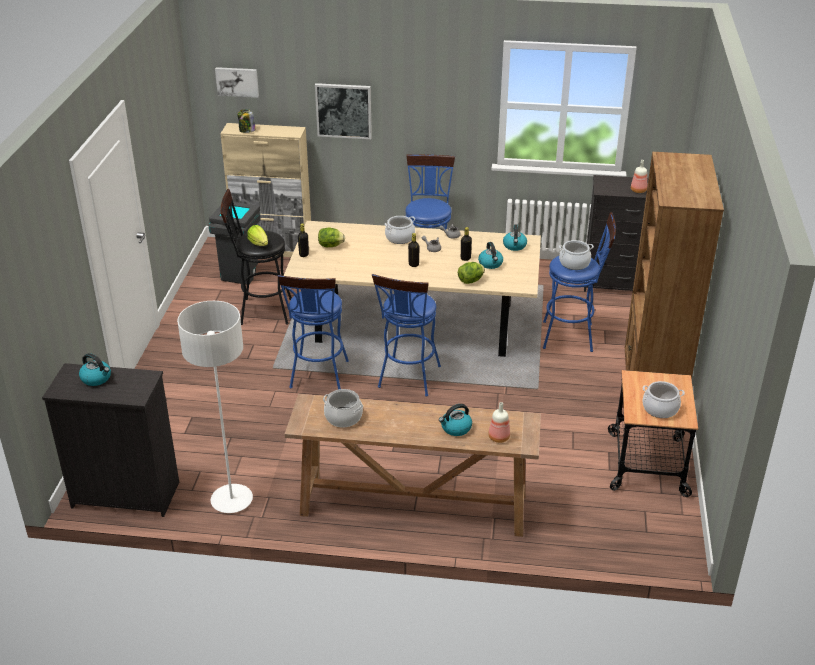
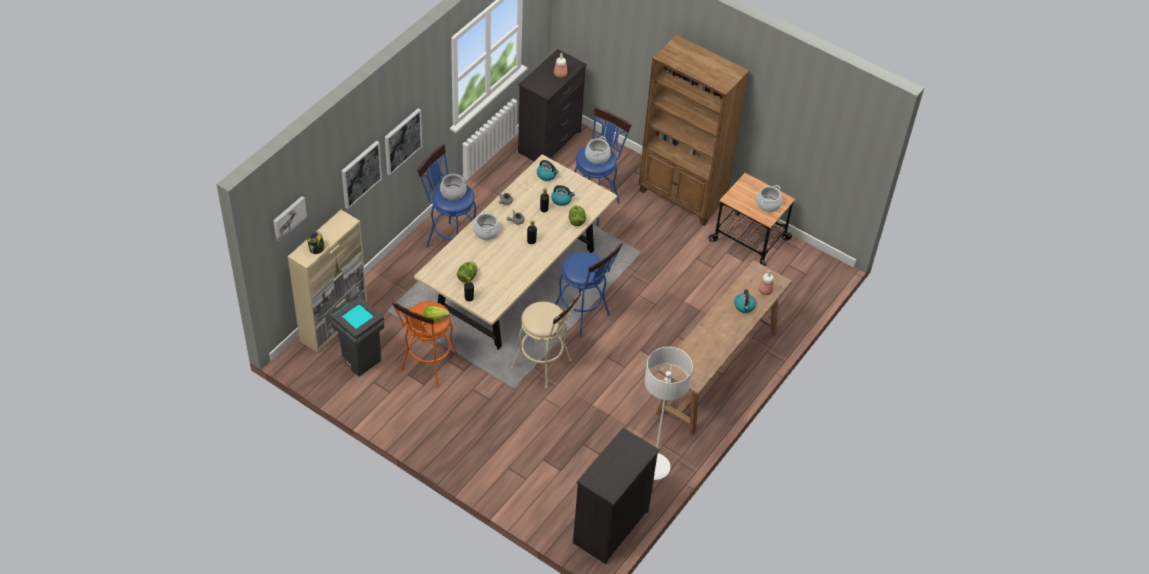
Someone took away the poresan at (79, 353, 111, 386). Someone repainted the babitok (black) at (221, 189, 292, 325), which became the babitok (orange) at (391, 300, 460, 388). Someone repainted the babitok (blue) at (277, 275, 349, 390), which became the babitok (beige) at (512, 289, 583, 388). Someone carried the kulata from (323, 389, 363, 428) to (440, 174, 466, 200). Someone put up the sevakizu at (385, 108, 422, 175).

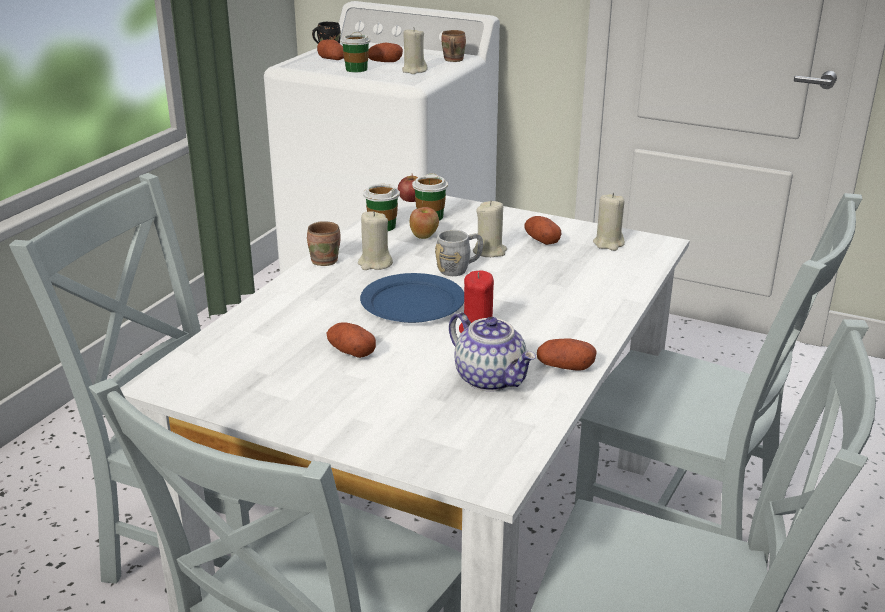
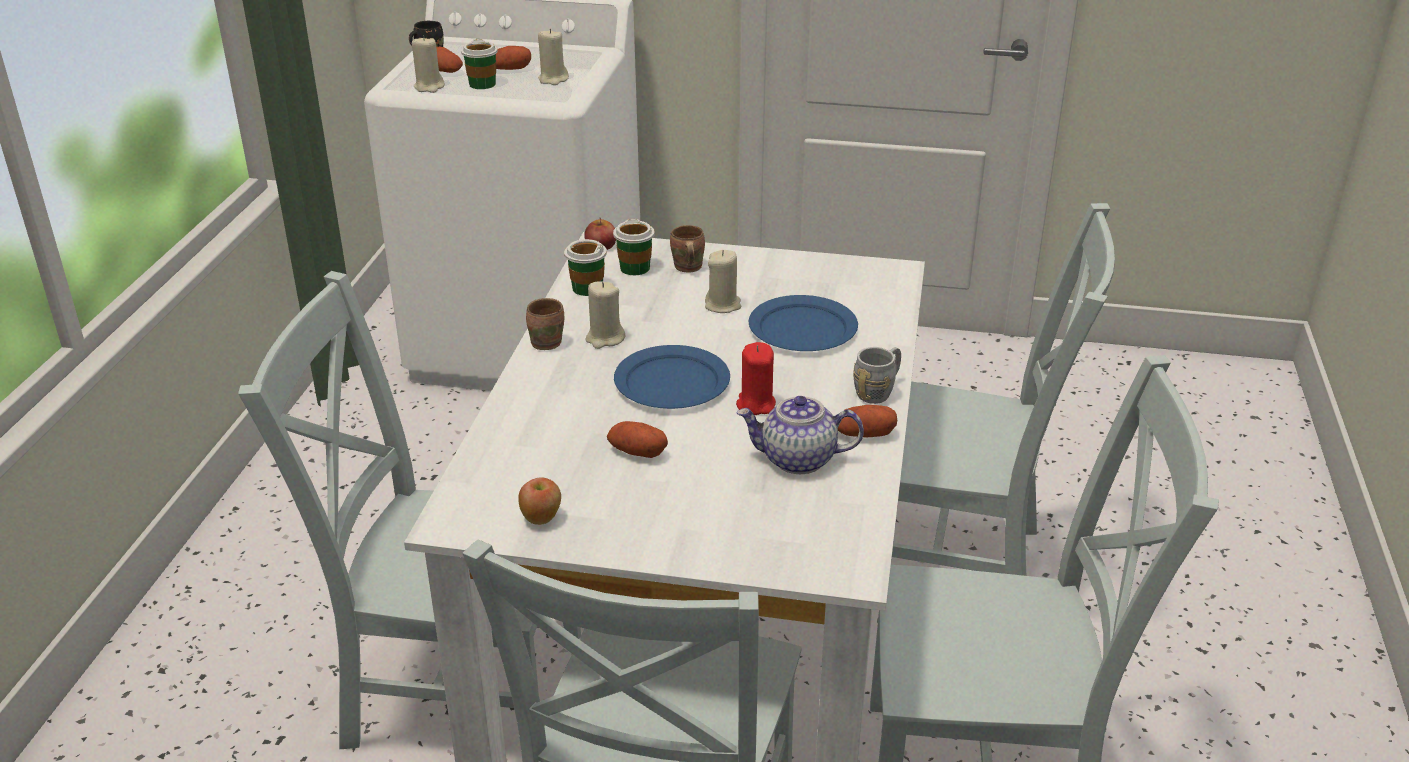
Someone carried the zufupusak from (410, 207, 439, 239) to (518, 477, 561, 525). Someone carried the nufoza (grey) from (435, 230, 483, 276) to (853, 347, 901, 404). Someone carried the nufoza (brown) from (442, 30, 466, 62) to (670, 225, 705, 273). Someone rotated the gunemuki at (449, 312, 536, 392) by 150 degrees clockwise. Someone took away the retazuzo at (524, 216, 561, 245). Someone carried the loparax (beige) from (593, 193, 625, 251) to (412, 35, 445, 93). Someone put down the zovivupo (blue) at (749, 295, 858, 351).

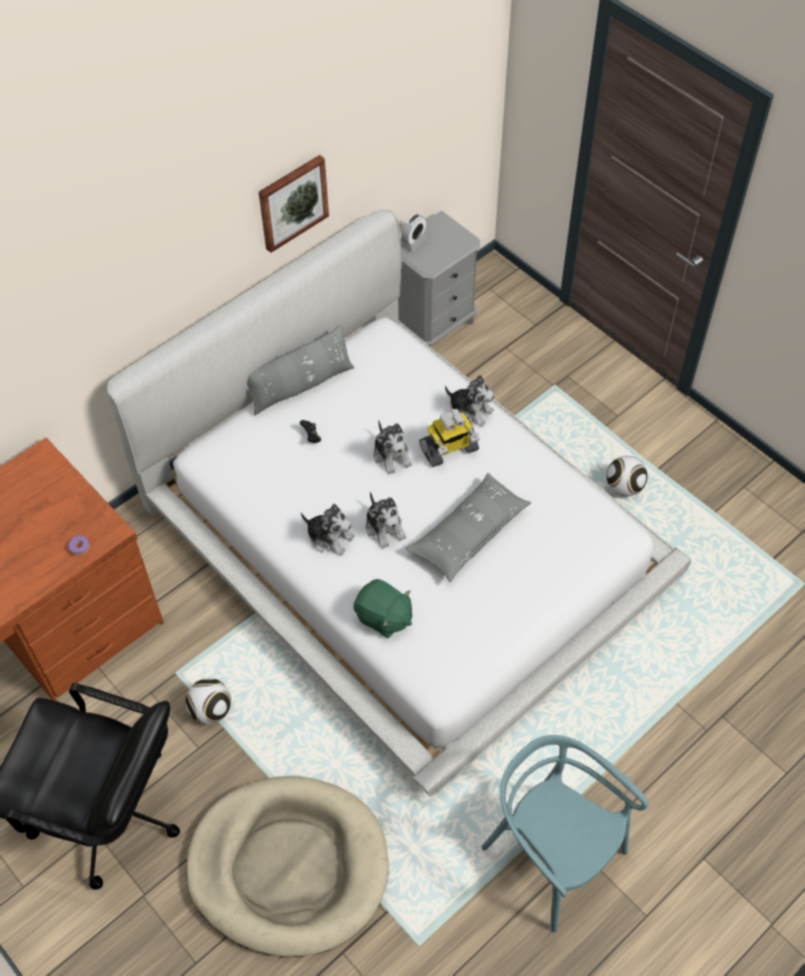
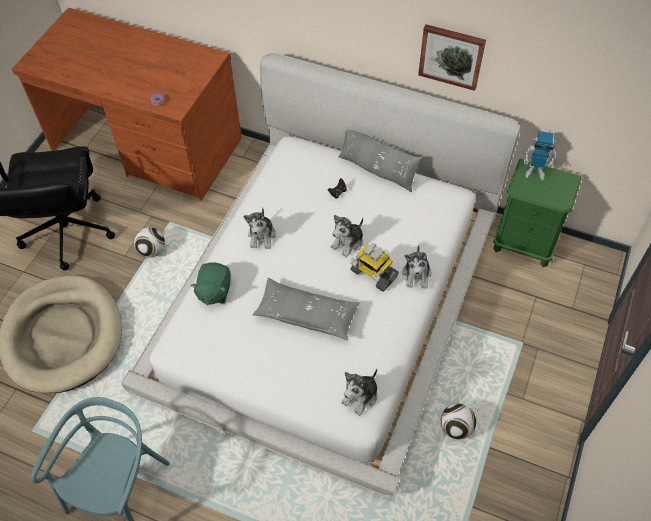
Someone carried the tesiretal from (365, 492, 406, 549) to (341, 369, 378, 416). Someone repainted the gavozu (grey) at (398, 211, 480, 347), which became the gavozu (green) at (493, 159, 582, 267). Someone swapped the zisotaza at (401, 214, 427, 252) for the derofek at (523, 131, 556, 181).

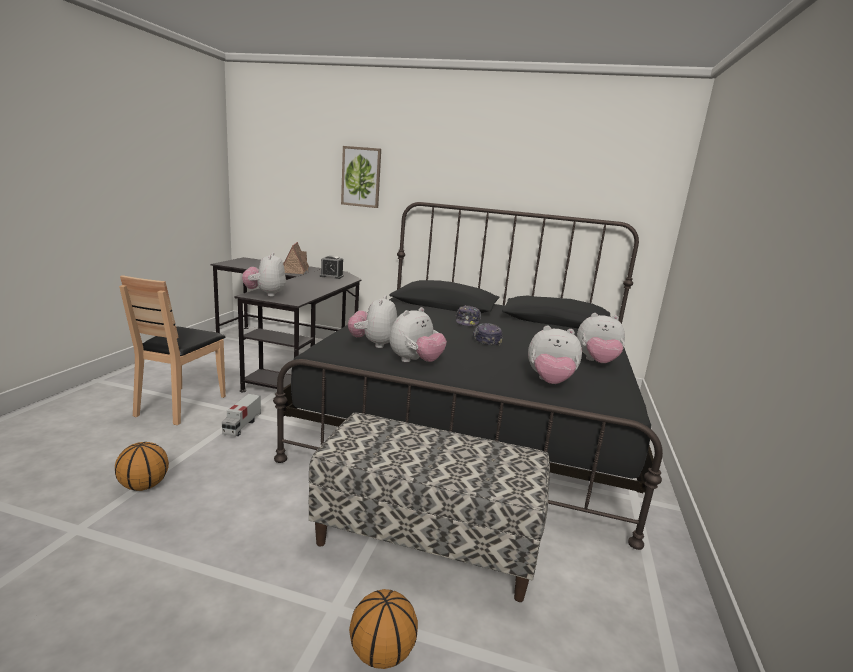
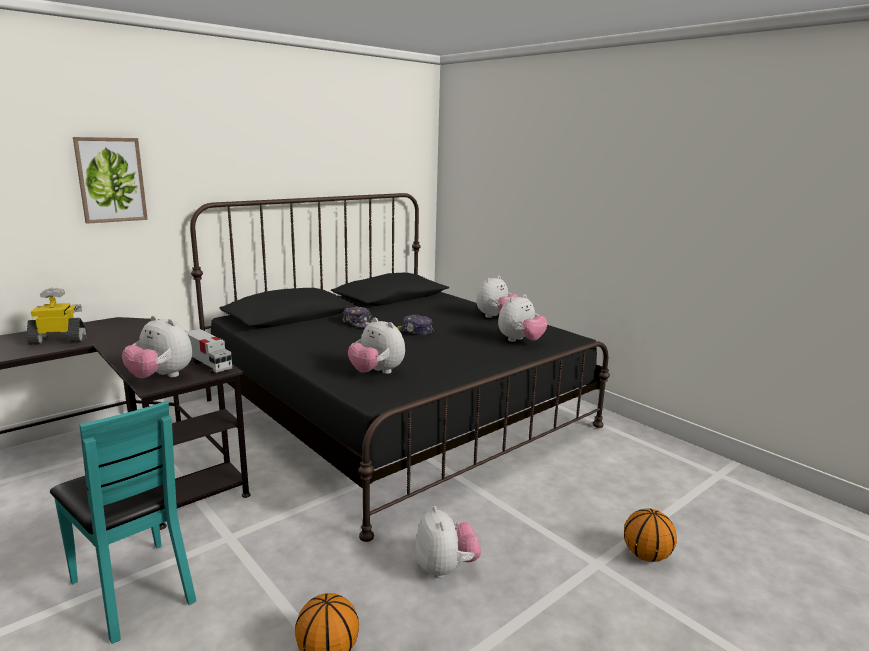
Someone repainted the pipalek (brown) at (119, 275, 226, 425), which became the pipalek (turquoise) at (50, 401, 197, 644). Someone carried the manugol from (222, 394, 261, 437) to (186, 329, 232, 374). Someone swapped the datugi at (283, 242, 309, 274) for the derofek at (27, 287, 87, 345). Someone took away the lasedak at (309, 412, 550, 602). Someone took away the zisotaza at (320, 256, 344, 279). Someone carried the tesiretal from (390, 307, 447, 362) to (415, 506, 481, 578).

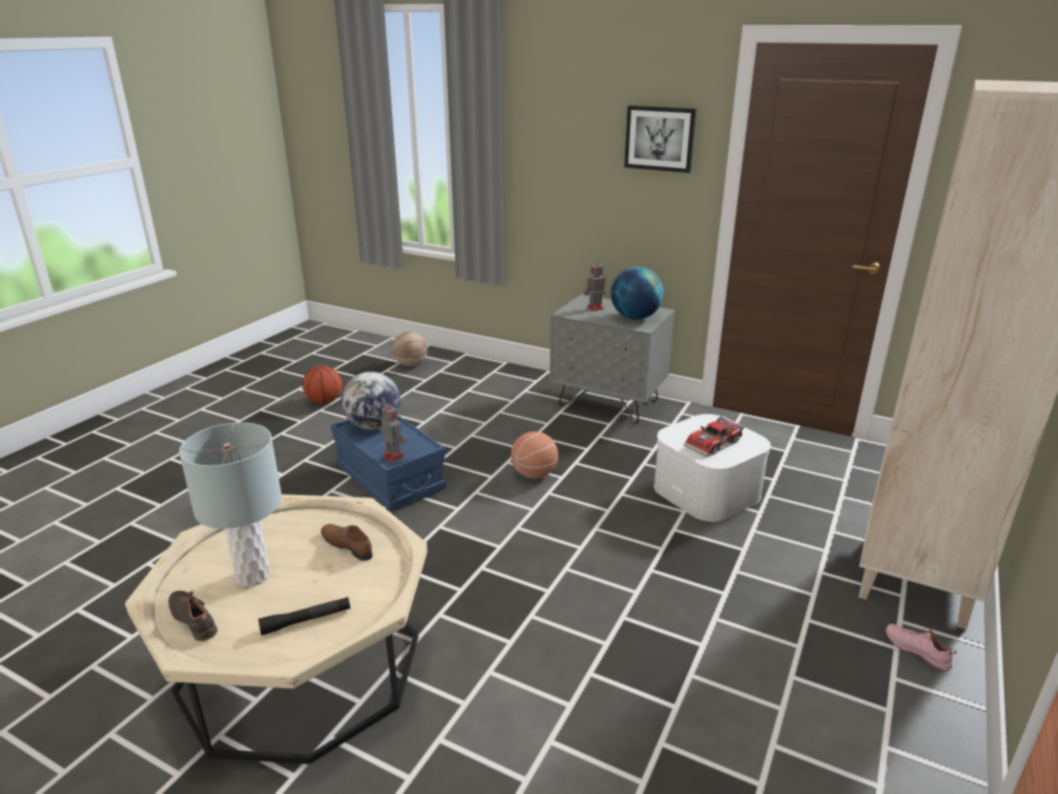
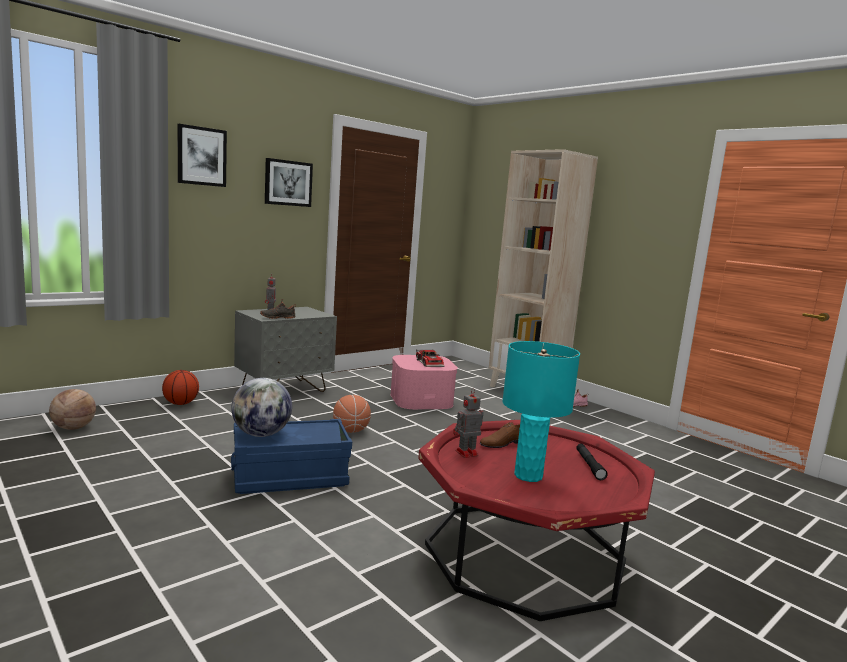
Someone repainted the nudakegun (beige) at (125, 494, 427, 764), which became the nudakegun (red) at (418, 420, 655, 621). Someone carried the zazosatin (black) from (168, 591, 218, 641) to (260, 302, 296, 319). Someone repainted the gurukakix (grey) at (179, 422, 282, 586), which became the gurukakix (turquoise) at (502, 341, 580, 482). Someone carried the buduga from (302, 365, 342, 404) to (162, 370, 199, 405). Someone carried the derofek from (379, 401, 406, 462) to (453, 388, 483, 458). Someone took away the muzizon at (611, 266, 664, 320). Someone repainted the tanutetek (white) at (654, 414, 771, 522), which became the tanutetek (pink) at (390, 355, 458, 409). Someone put up the sevakizu at (178, 124, 227, 187).

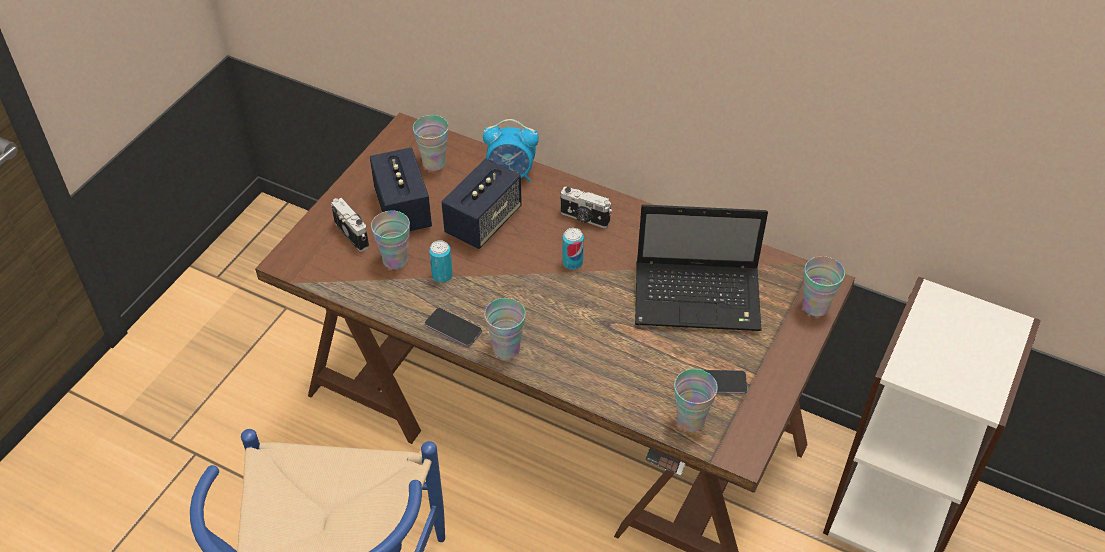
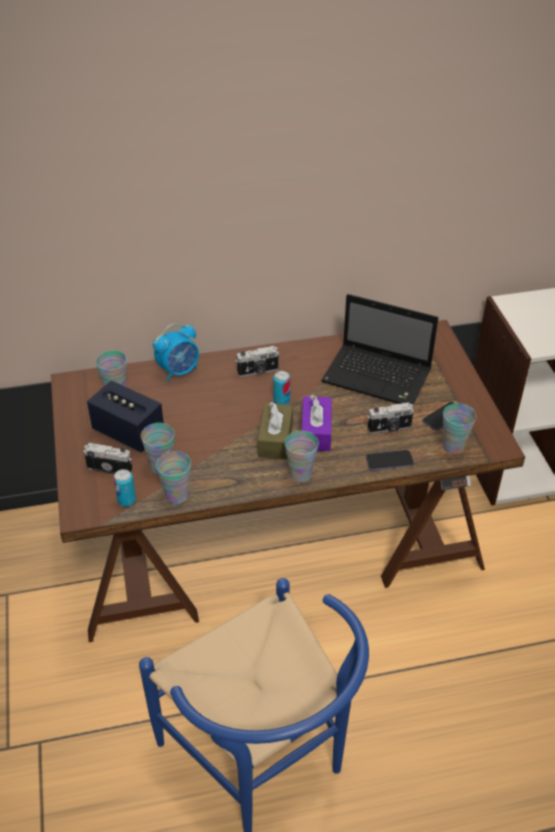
Someone carried the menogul from (425, 308, 482, 347) to (366, 450, 414, 471). Someone carried the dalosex from (429, 240, 453, 283) to (114, 469, 136, 507). Someone took away the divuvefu at (441, 159, 522, 249). Someone rotated the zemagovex at (635, 205, 768, 331) by 60 degrees clockwise. Someone carried the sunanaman from (803, 256, 845, 316) to (156, 451, 191, 504). Someone put down the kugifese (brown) at (258, 402, 293, 460). Someone put down the kugifese (purple) at (302, 395, 332, 451). Someone put down the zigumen at (367, 403, 414, 434).

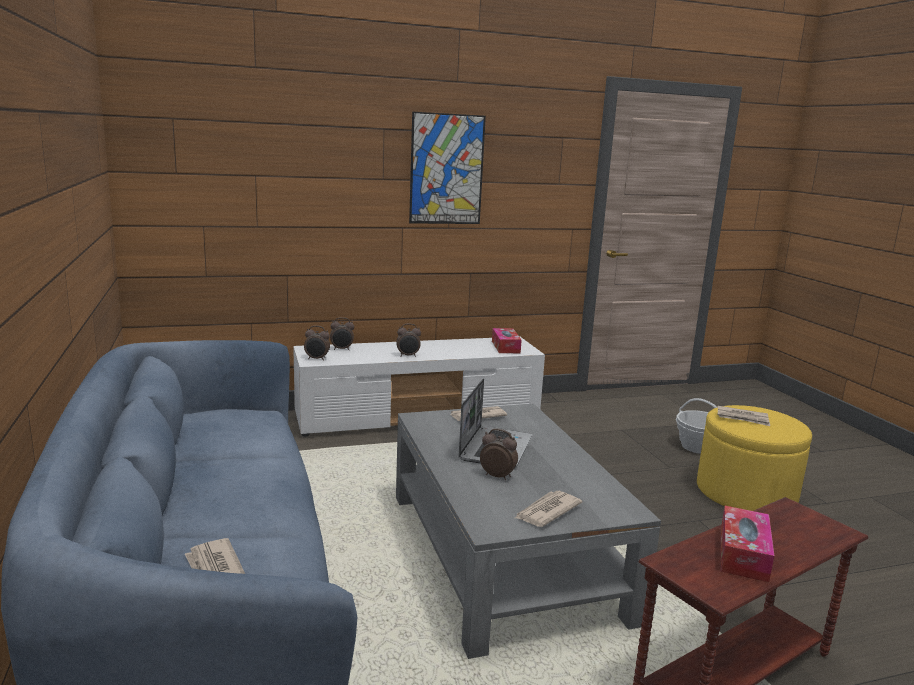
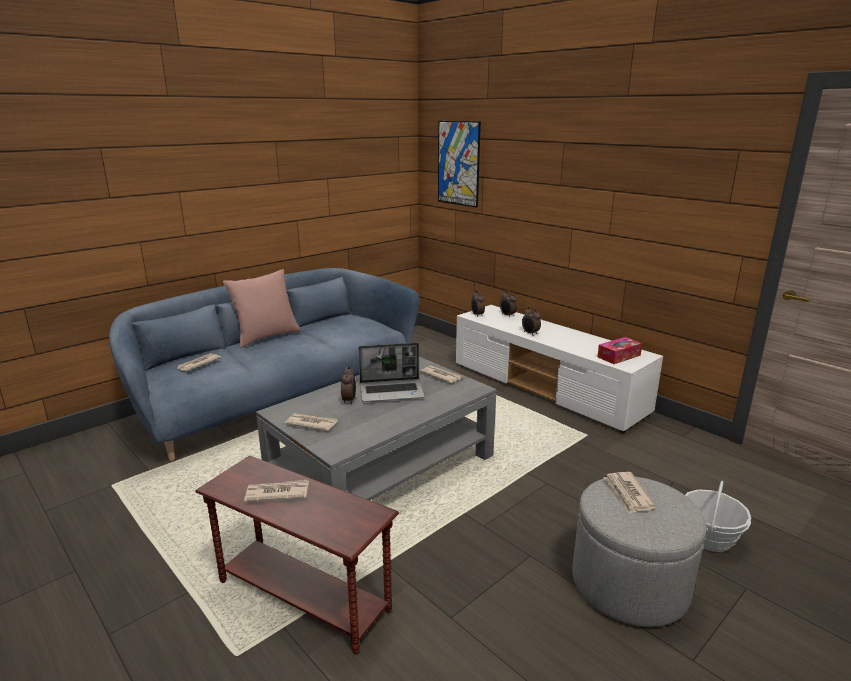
Someone carried the sevakizu from (409, 112, 486, 224) to (438, 121, 481, 208). Someone repainted the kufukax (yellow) at (697, 405, 812, 511), which became the kufukax (grey) at (572, 477, 707, 627). Someone swapped the kugifese at (721, 506, 774, 582) for the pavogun at (244, 480, 309, 502). Someone put down the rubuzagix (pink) at (223, 269, 301, 348).

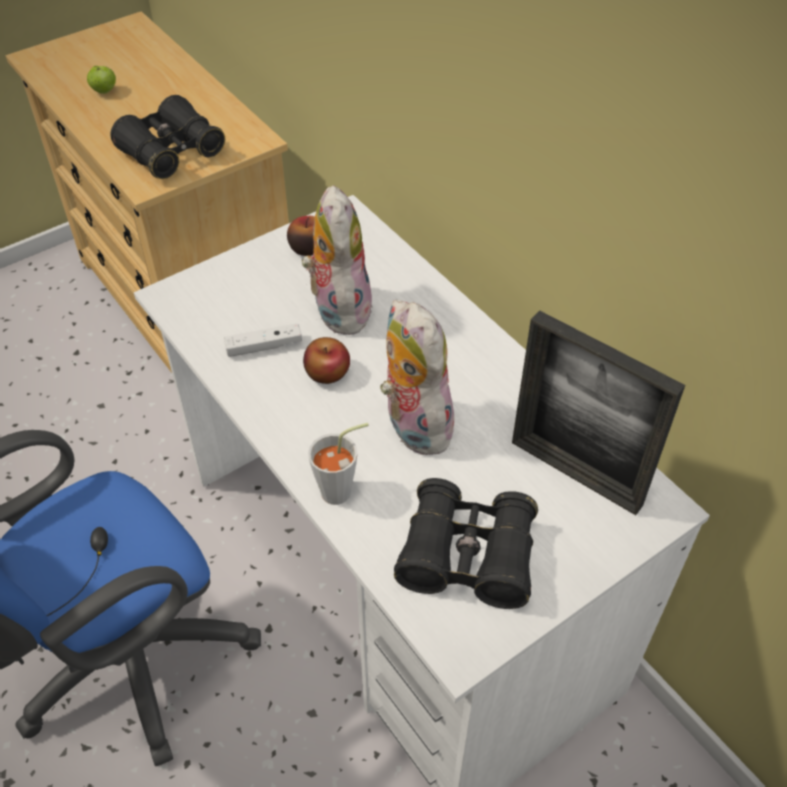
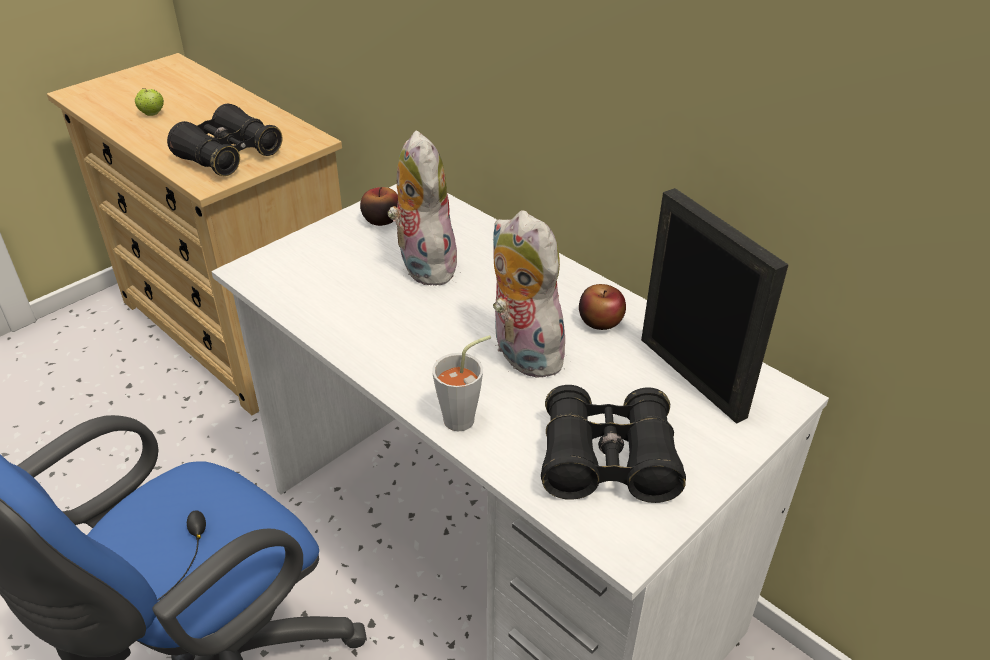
Someone took away the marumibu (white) at (224, 323, 302, 357). Someone carried the zufupusak from (303, 337, 350, 384) to (579, 284, 626, 330). Someone rotated the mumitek at (512, 310, 685, 515) by 150 degrees counterclockwise.

